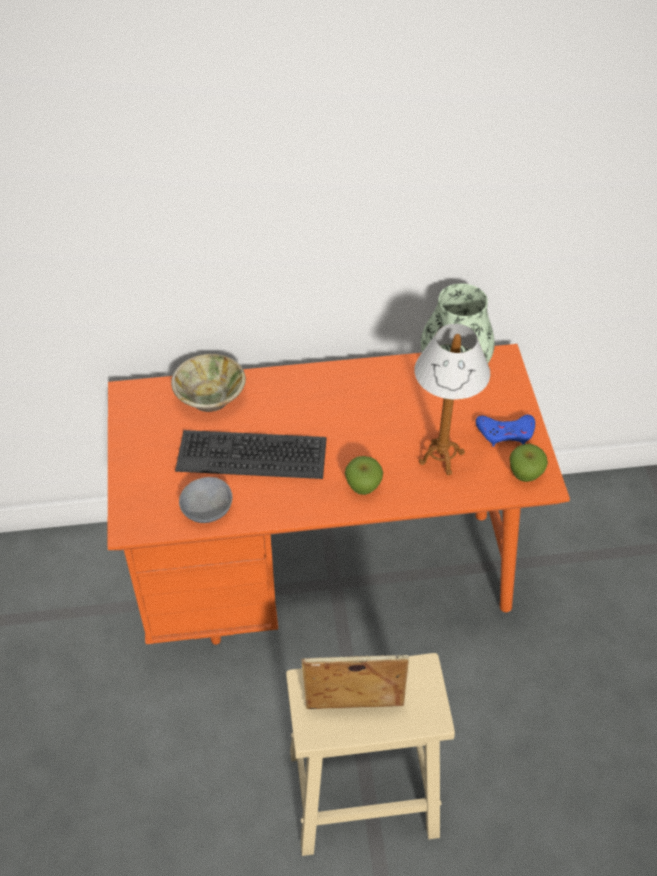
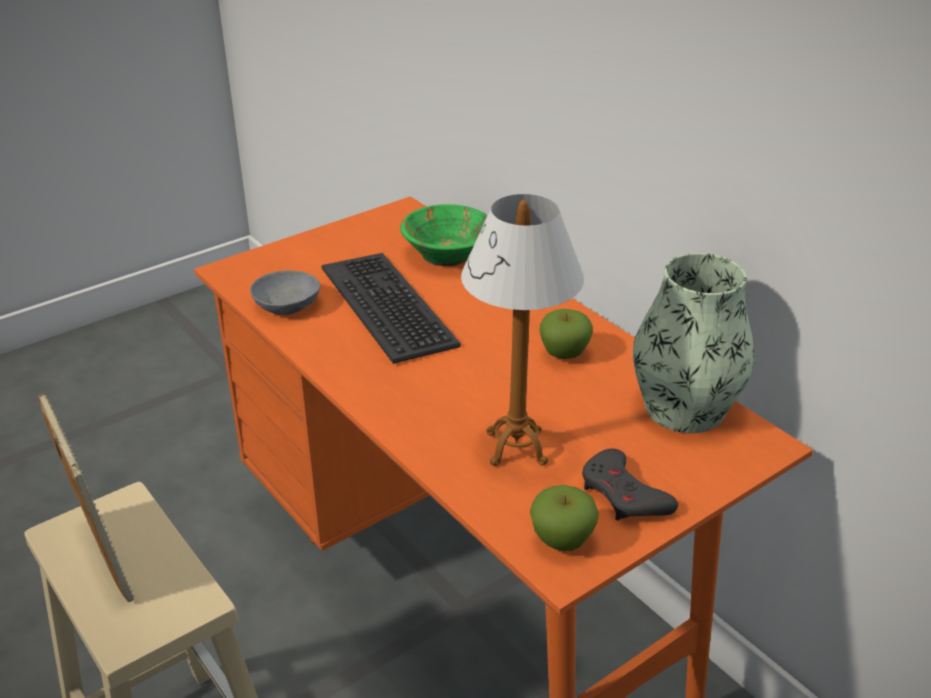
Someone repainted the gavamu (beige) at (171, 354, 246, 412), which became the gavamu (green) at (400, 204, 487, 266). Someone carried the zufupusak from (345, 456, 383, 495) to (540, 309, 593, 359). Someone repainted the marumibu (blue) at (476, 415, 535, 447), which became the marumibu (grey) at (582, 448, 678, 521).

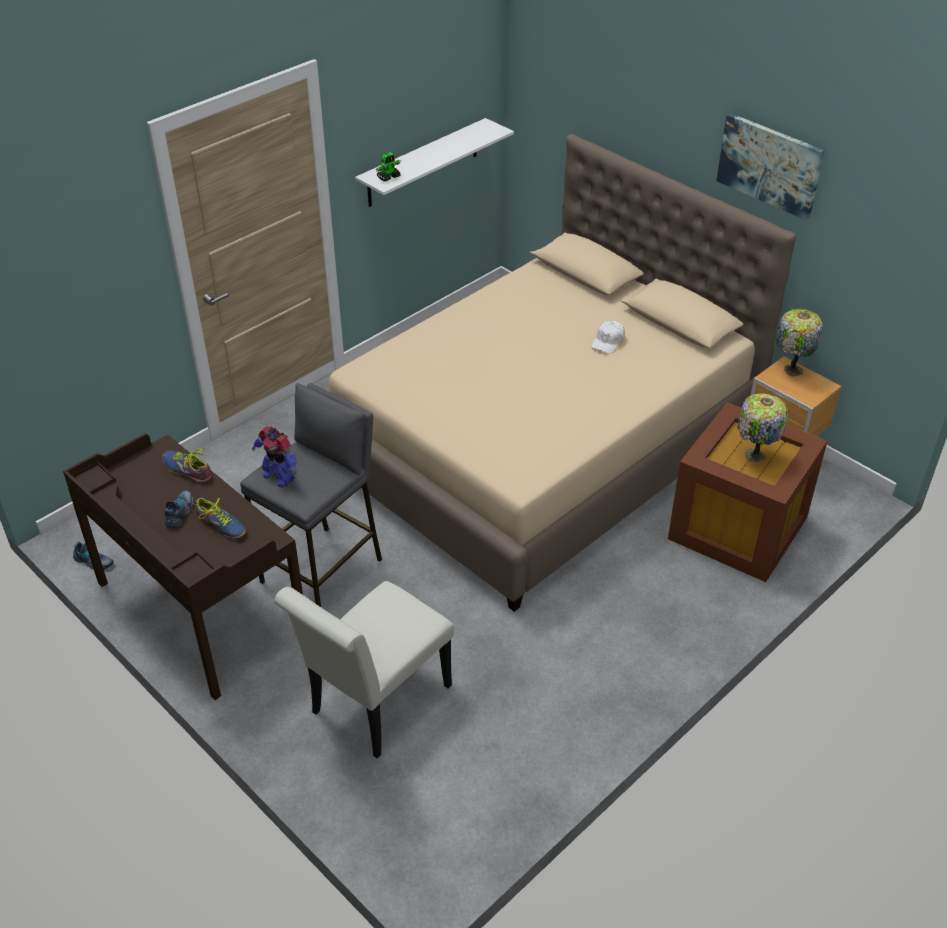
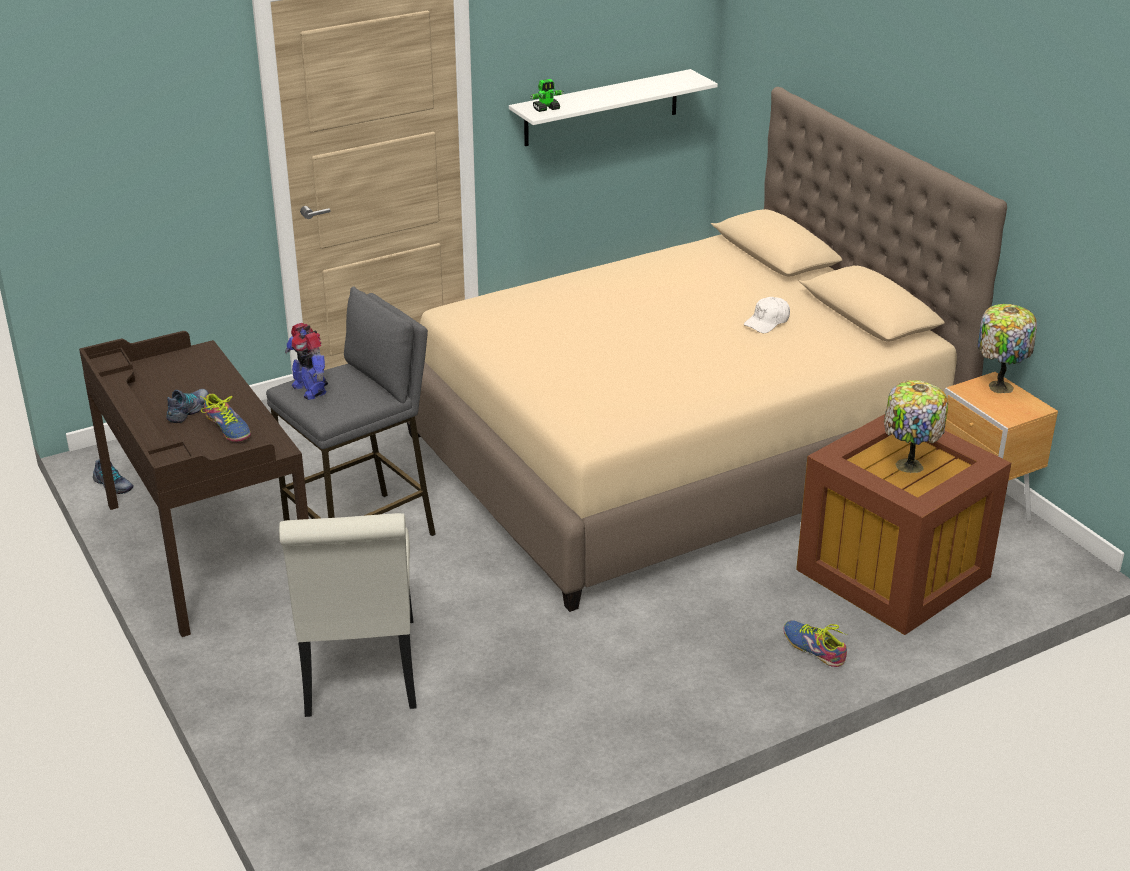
Someone carried the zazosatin from (162, 449, 211, 483) to (784, 620, 848, 667). Someone rotated the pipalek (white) at (274, 581, 454, 759) by 60 degrees counterclockwise. Someone took away the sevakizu at (716, 113, 825, 220).

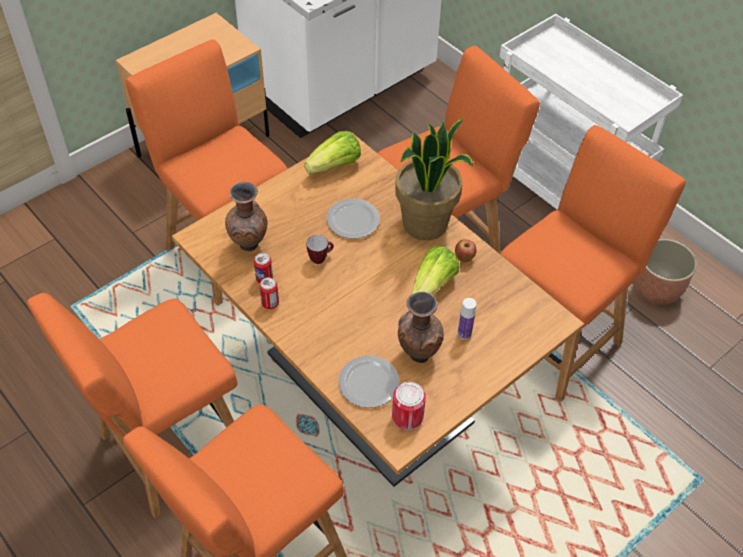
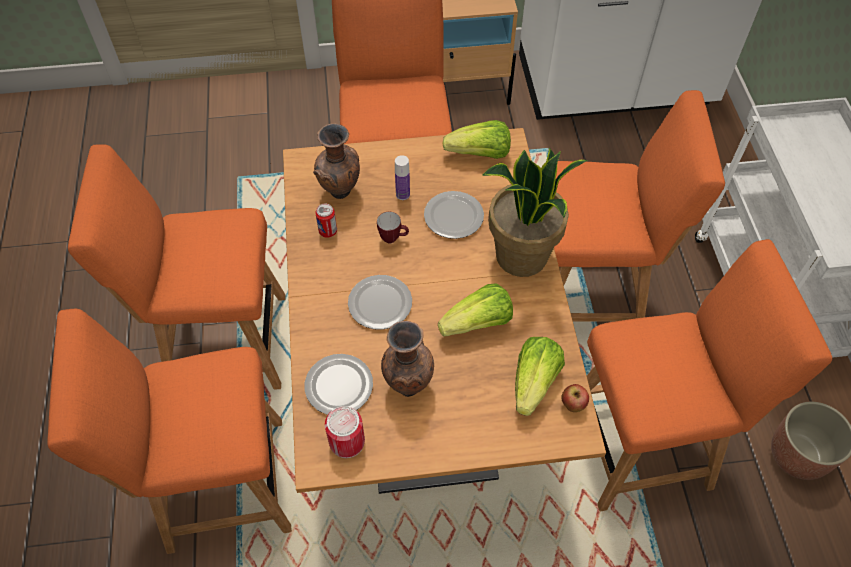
Someone took away the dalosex at (259, 277, 279, 309). Someone carried the zufupusak from (455, 239, 477, 262) to (561, 384, 589, 412). Someone carried the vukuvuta from (458, 298, 476, 339) to (395, 155, 410, 200). Someone put down the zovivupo at (348, 275, 412, 330). Someone put down the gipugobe at (515, 337, 565, 416).

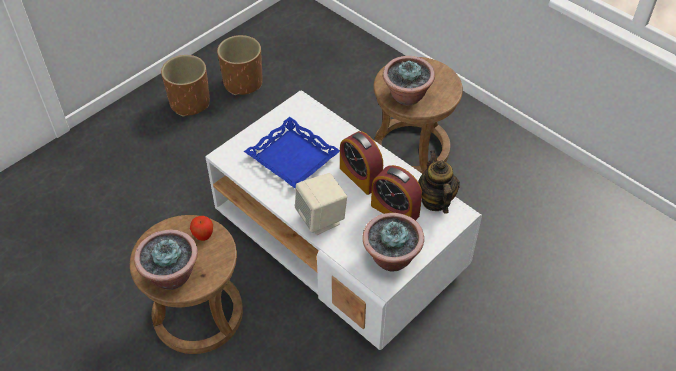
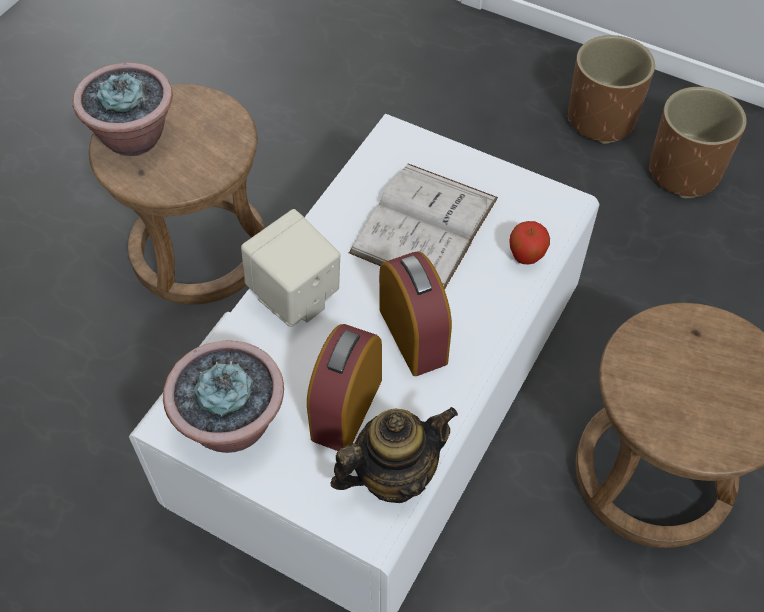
Someone carried the zufupusak from (190, 216, 213, 241) to (509, 221, 550, 264). Someone swapped the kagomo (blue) at (244, 117, 340, 188) for the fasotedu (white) at (349, 164, 498, 289). Someone rotated the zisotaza at (340, 131, 383, 195) by 120 degrees clockwise. Someone took away the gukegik at (383, 56, 435, 105).

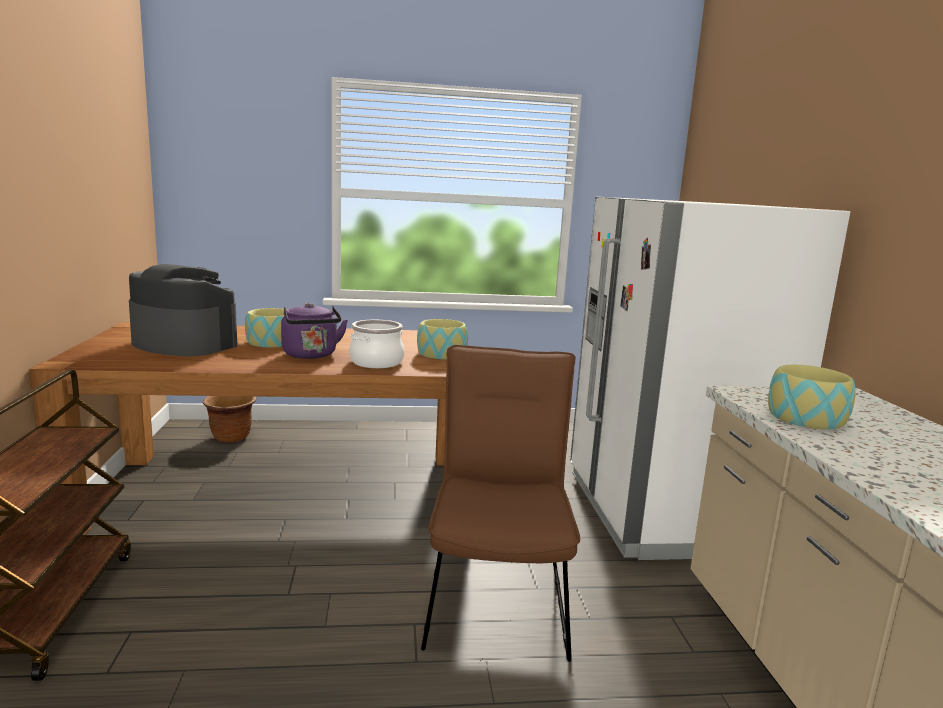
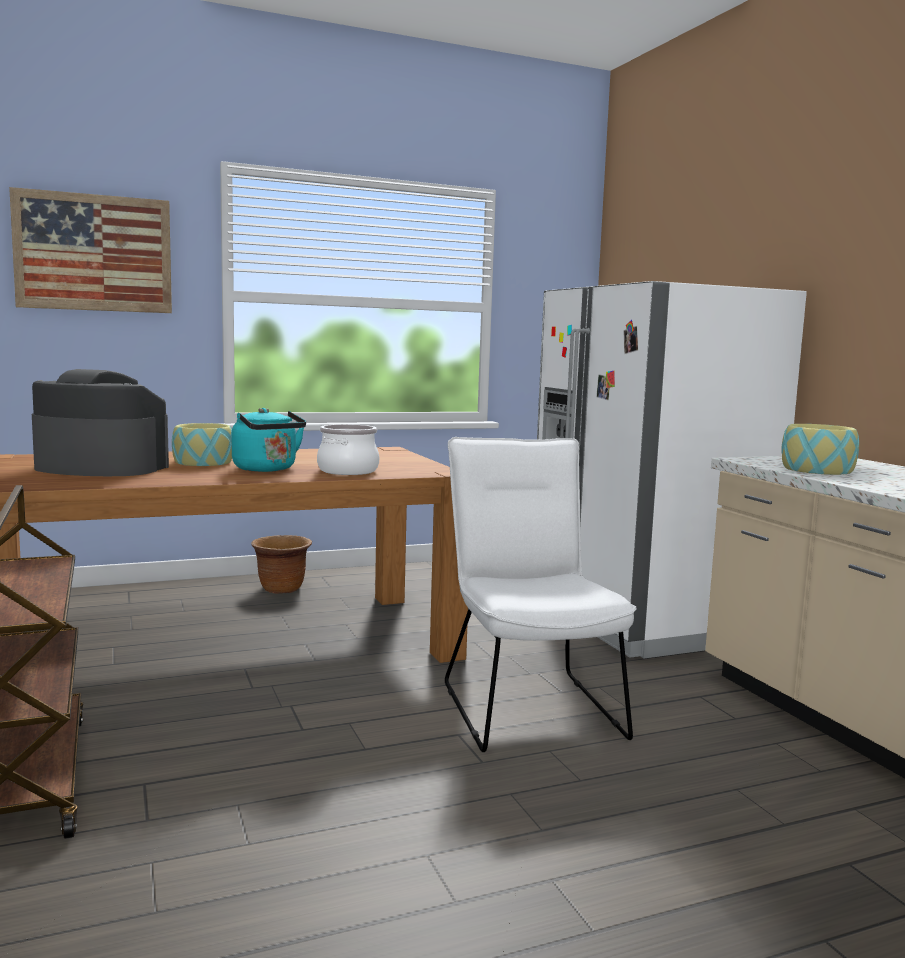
Someone carried the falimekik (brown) from (203, 396, 256, 443) to (251, 535, 312, 594). Someone repainted the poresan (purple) at (281, 303, 348, 359), which became the poresan (turquoise) at (232, 408, 306, 472). Someone took away the gavamu at (417, 319, 468, 359). Someone repainted the pipalek (brown) at (421, 345, 580, 662), which became the pipalek (white) at (445, 437, 637, 752). Someone put up the sevakizu at (9, 187, 172, 313).

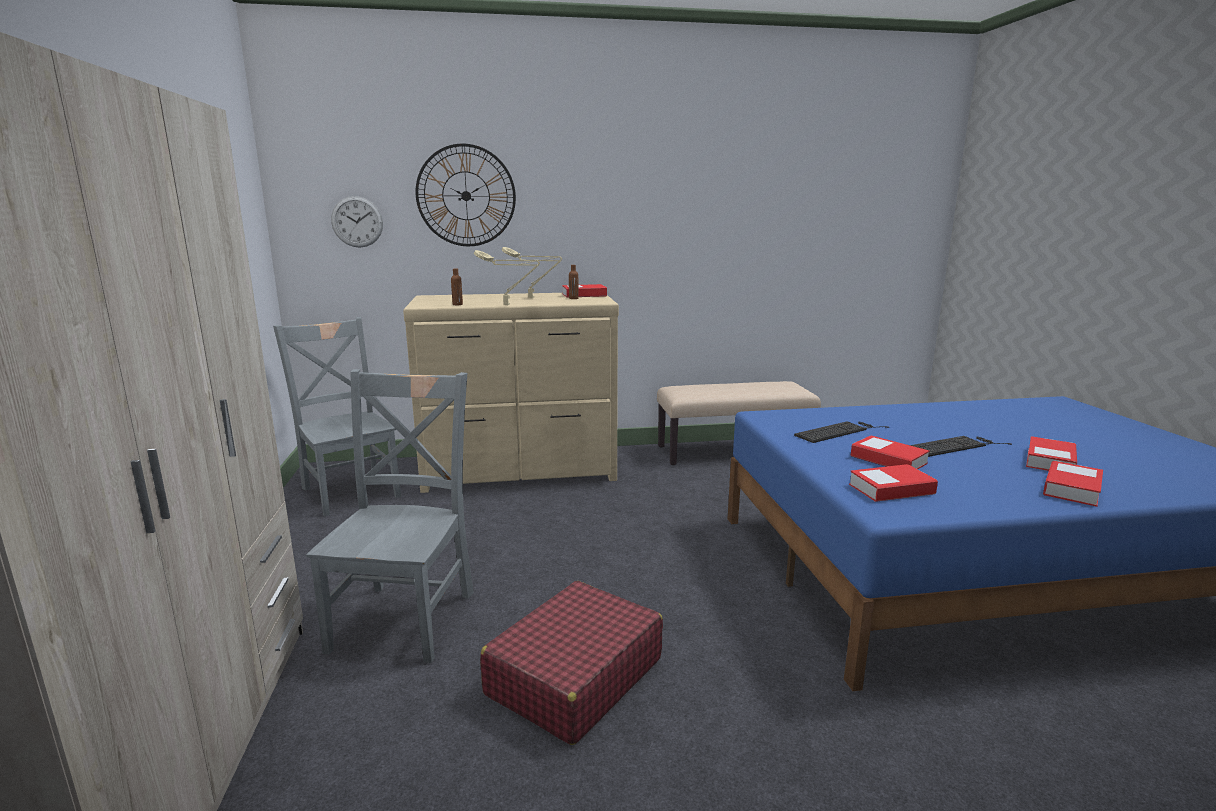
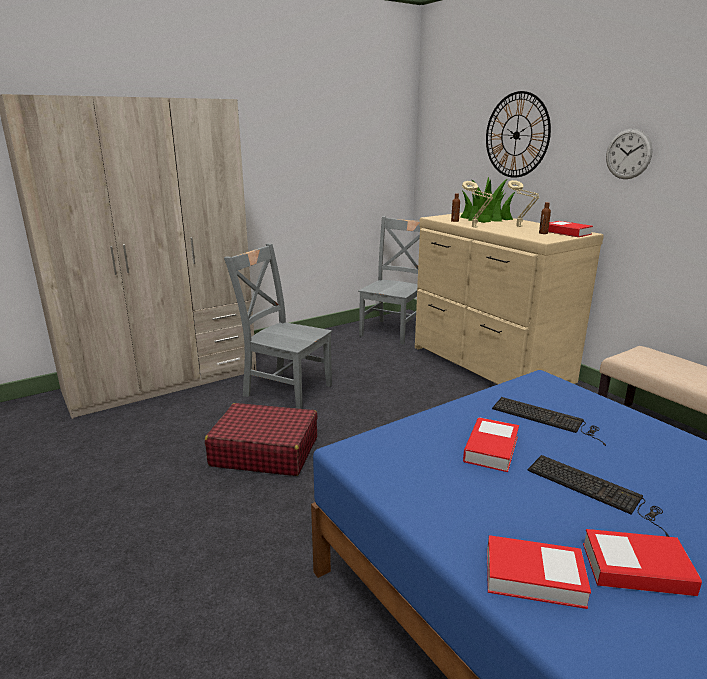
Someone rotated the pipalek (grey) at (306, 369, 474, 663) by 135 degrees counterclockwise. Someone carried the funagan from (331, 196, 383, 248) to (606, 128, 653, 179). Someone took away the fasotedu at (849, 464, 938, 502). Someone put down the gukegik at (460, 177, 516, 223).

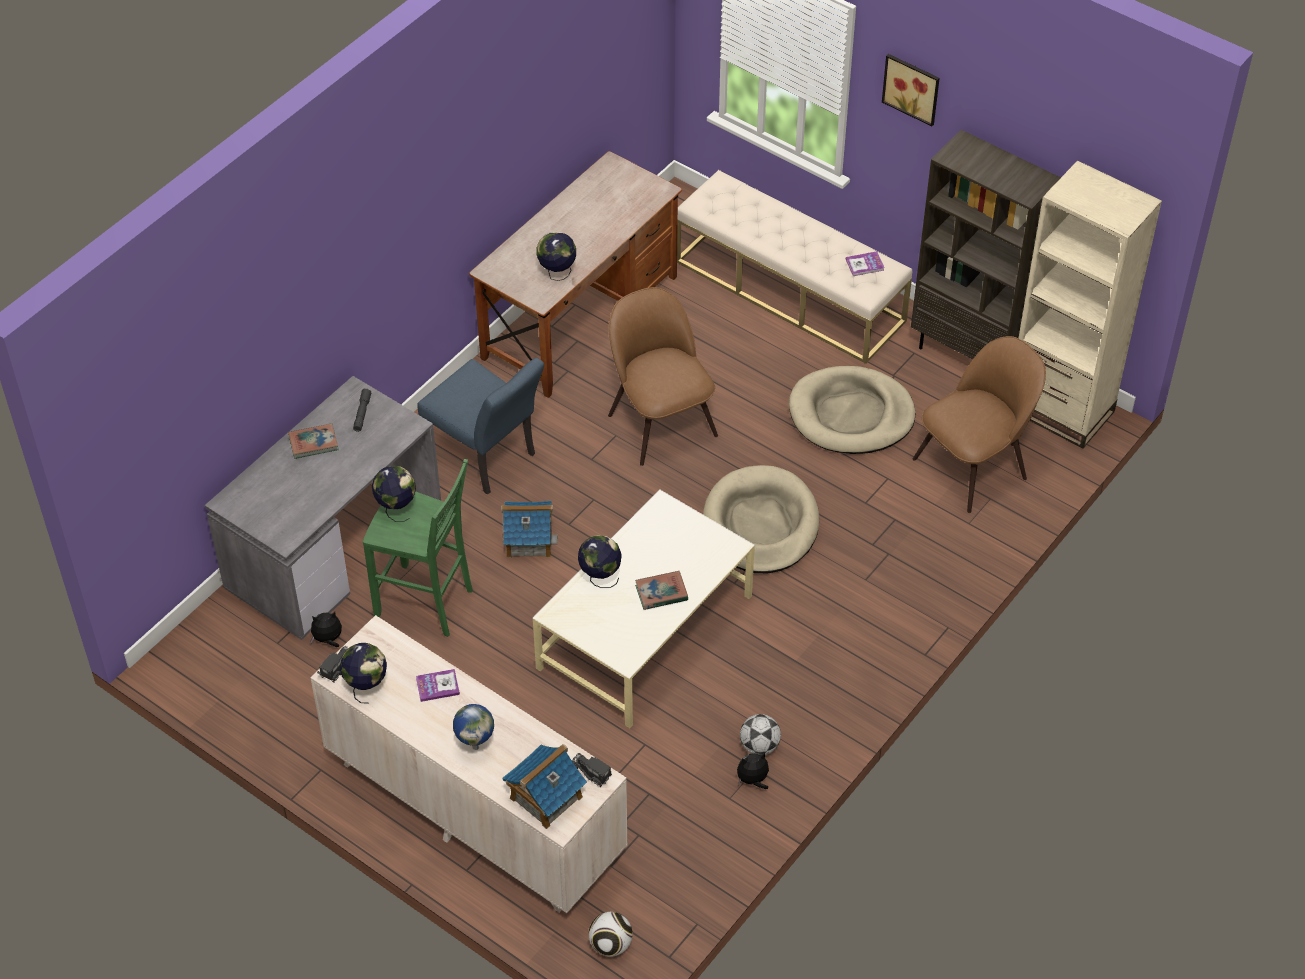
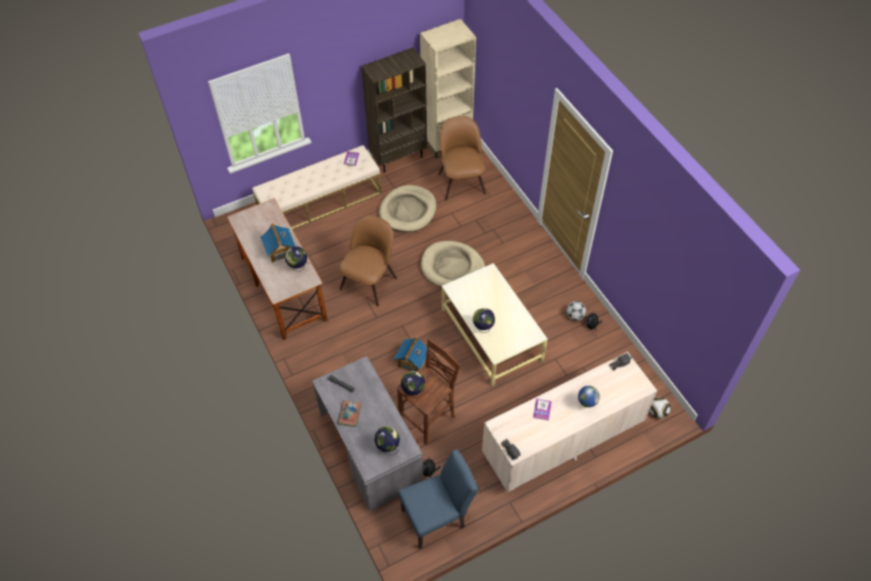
Someone carried the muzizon from (340, 643, 387, 704) to (375, 426, 400, 455). Someone repainted the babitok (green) at (363, 459, 473, 637), which became the babitok (brown) at (397, 338, 461, 445). Someone carried the pipalek (blue) from (418, 358, 544, 495) to (398, 449, 478, 549). Someone carried the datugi from (502, 744, 587, 829) to (260, 223, 296, 263). Someone rotated the pipalek (brown) at (608, 287, 718, 466) by 120 degrees clockwise. Someone took away the fasotedu at (635, 571, 688, 610). Someone took away the sevakizu at (882, 54, 940, 126).

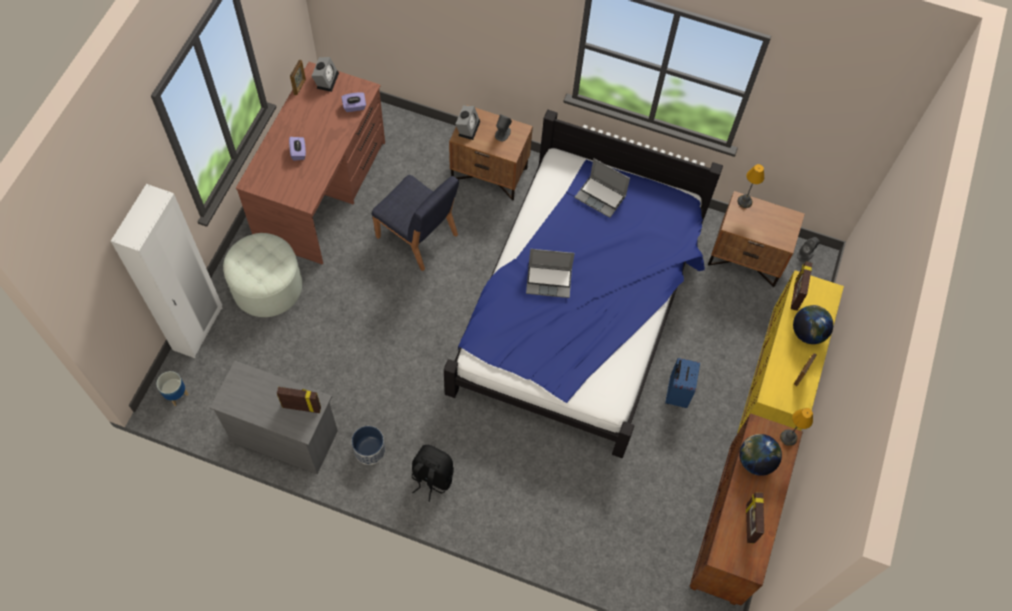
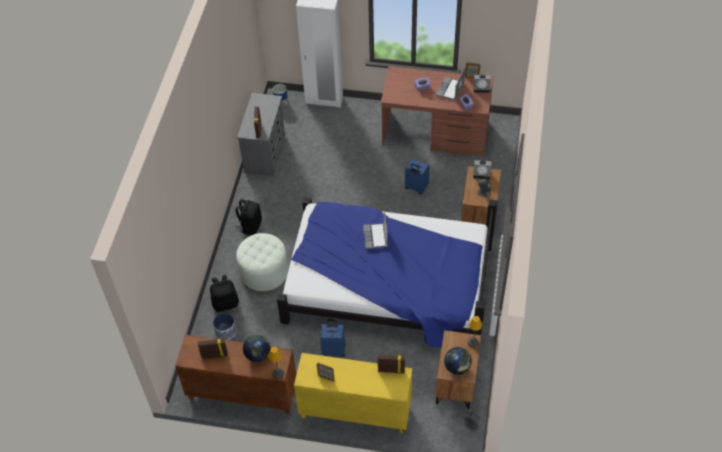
Someone carried the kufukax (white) from (223, 233, 302, 317) to (236, 233, 288, 291). Someone carried the falimekik from (351, 426, 385, 465) to (213, 313, 236, 340). Someone swapped the pipalek (blue) at (372, 175, 459, 271) for the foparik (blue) at (405, 159, 430, 194). Someone carried the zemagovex from (574, 158, 630, 218) to (436, 68, 465, 101). Someone carried the muzizon from (793, 305, 834, 344) to (444, 347, 472, 375). Someone put down the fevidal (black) at (210, 275, 239, 312).

